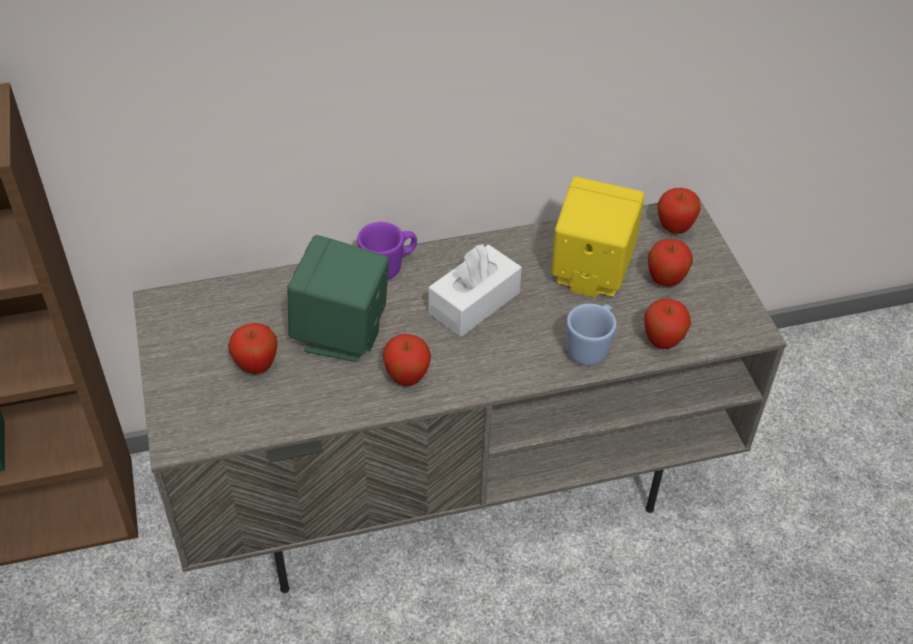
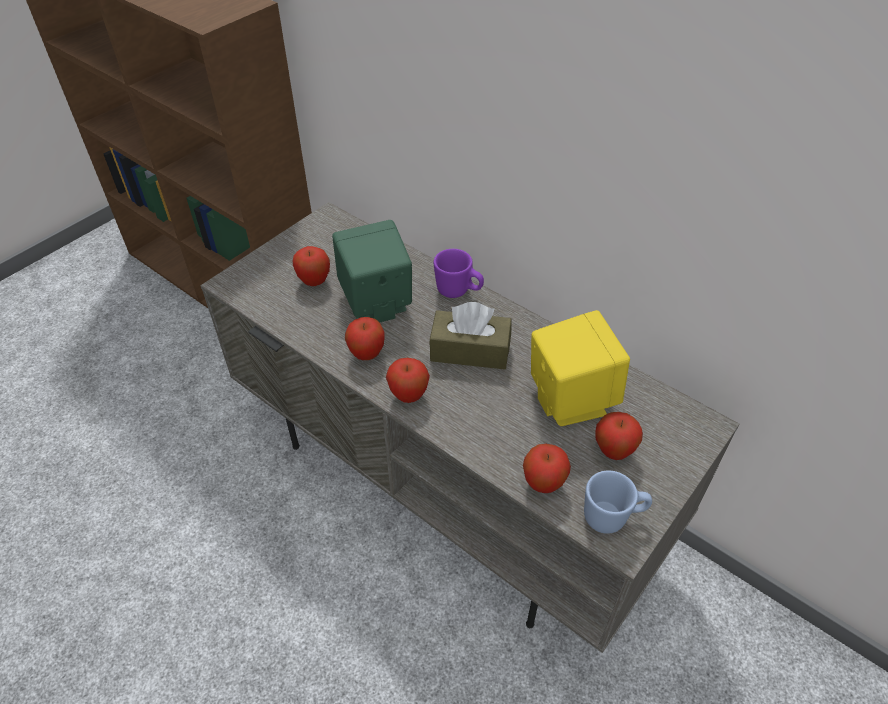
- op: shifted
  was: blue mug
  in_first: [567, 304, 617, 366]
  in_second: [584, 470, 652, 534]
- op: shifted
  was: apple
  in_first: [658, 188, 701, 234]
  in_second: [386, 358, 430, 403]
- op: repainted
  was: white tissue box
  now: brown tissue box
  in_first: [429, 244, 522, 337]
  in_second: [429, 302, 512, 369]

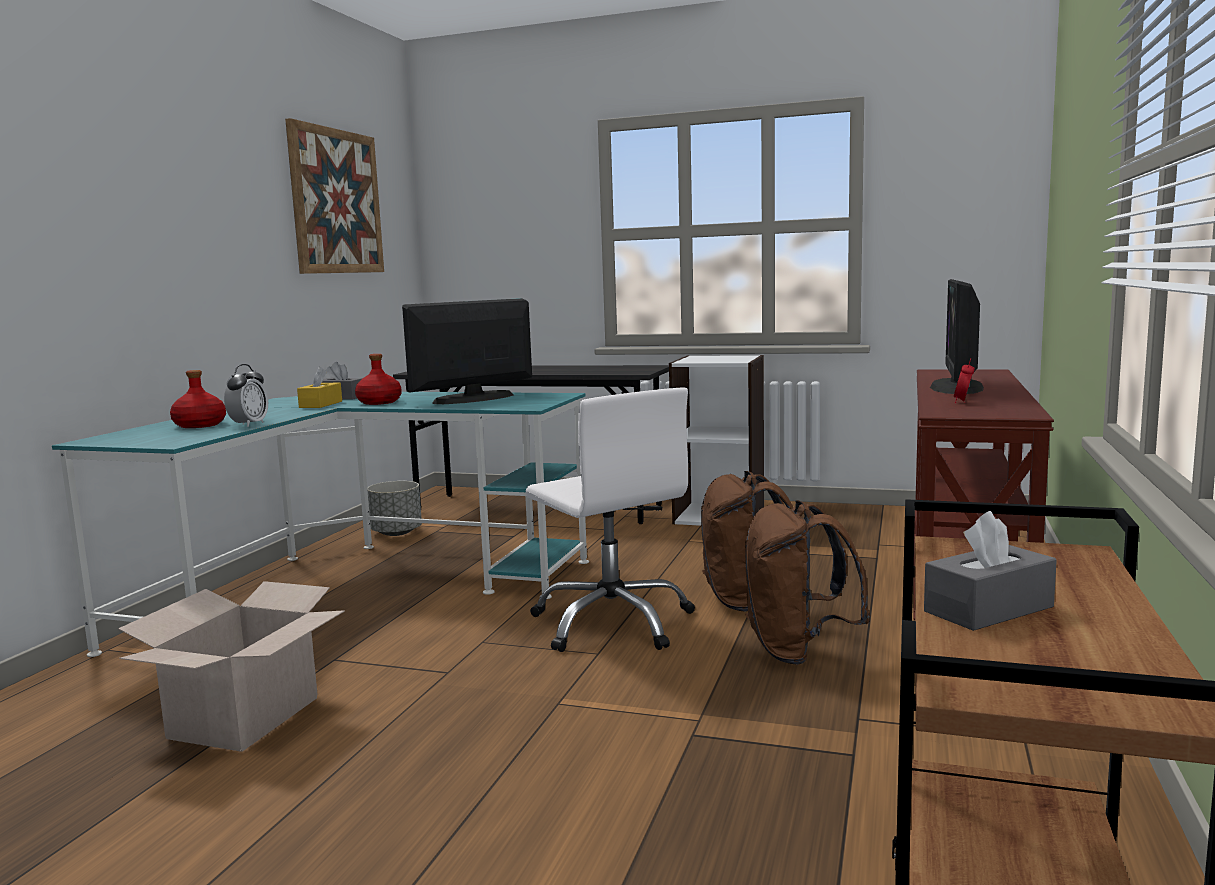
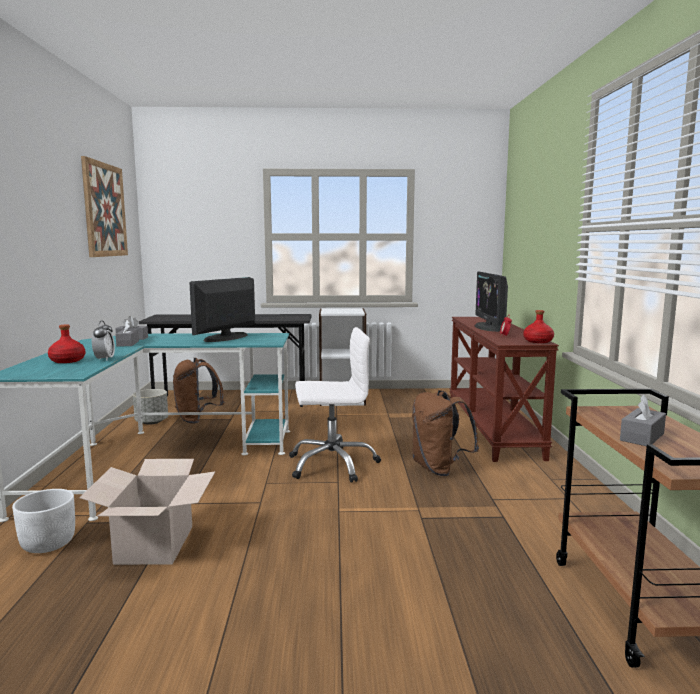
- op: new
  now: white planter
  in_second: [12, 489, 75, 553]
- op: shifted
  was: red bottle
  in_first: [355, 354, 401, 405]
  in_second: [523, 310, 554, 343]
- op: shifted
  was: brown backpack
  in_first: [701, 471, 793, 612]
  in_second: [173, 358, 224, 424]
- op: repainted
  was: yellow tissue box
  now: grey tissue box
  in_first: [297, 367, 342, 408]
  in_second: [115, 320, 139, 347]
- op: rotated
  was: white office chair
  in_first: [526, 388, 695, 652]
  in_second: [289, 327, 381, 483]
  clockwise: -45

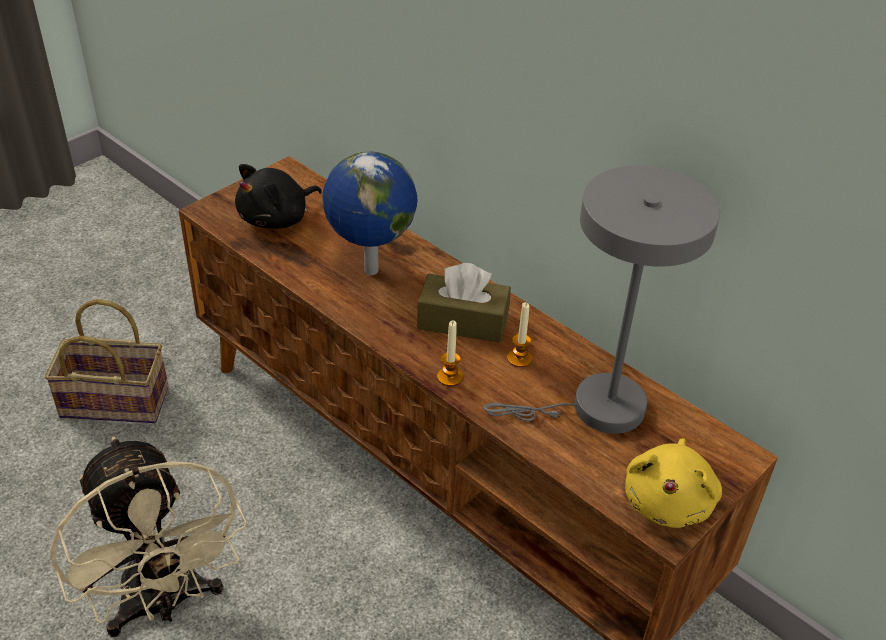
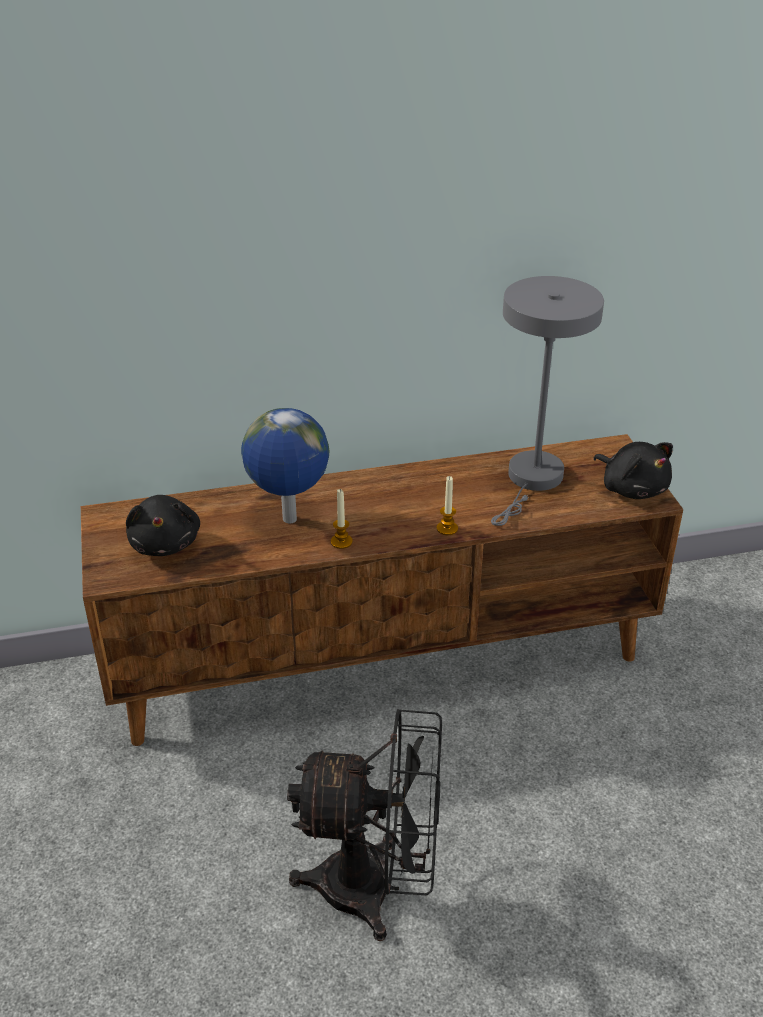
- op: gone
  was: basket
  in_first: [45, 299, 168, 423]
- op: gone
  was: brown tissue box
  in_first: [417, 263, 511, 343]
- op: shifted
  was: candle
  in_first: [507, 303, 532, 367]
  in_second: [331, 489, 353, 549]
- op: repainted
  was: beige fan
  now: black fan
  in_first: [50, 436, 247, 637]
  in_second: [287, 709, 442, 941]
- op: repainted
  was: yellow plush toy
  now: black plush toy
  in_first: [625, 438, 722, 528]
  in_second: [593, 442, 673, 499]

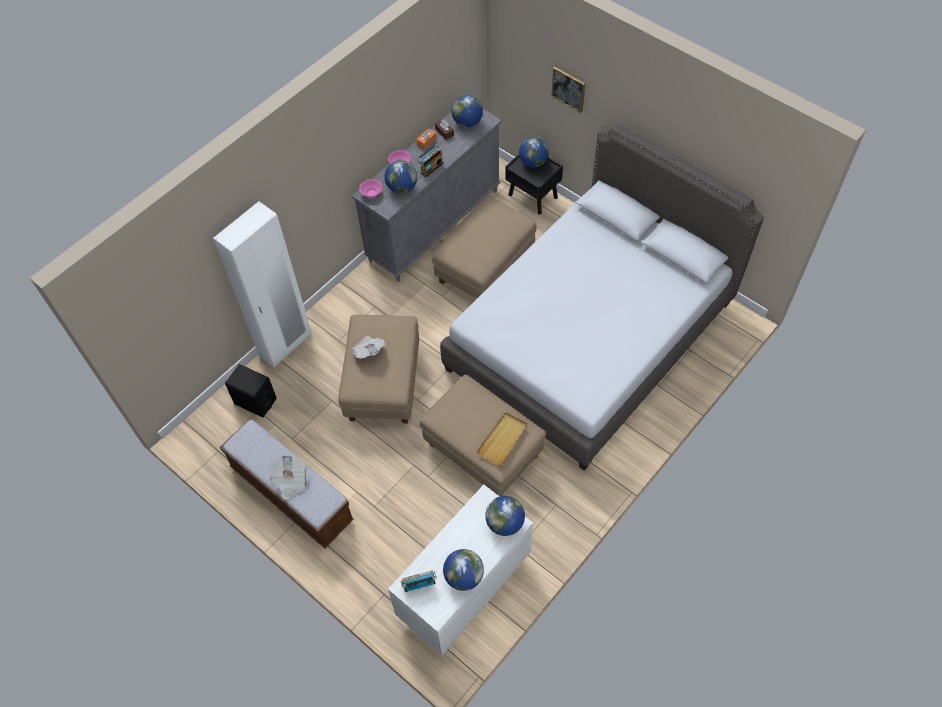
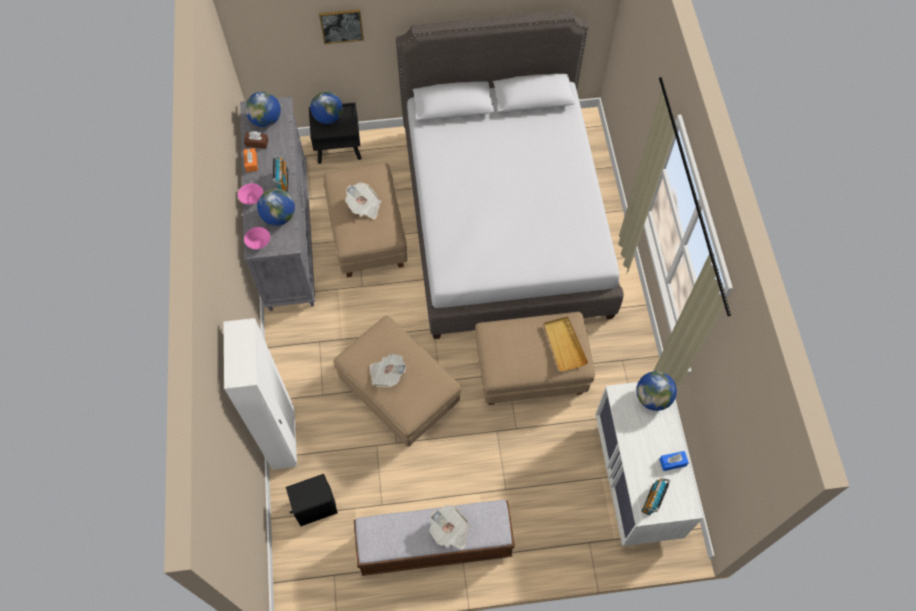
- op: new
  now: newspaper
  in_second: [345, 183, 381, 219]
- op: swapped
  was: globe
  now: blue tissue box
  in_first: [443, 549, 484, 591]
  in_second: [659, 451, 689, 471]

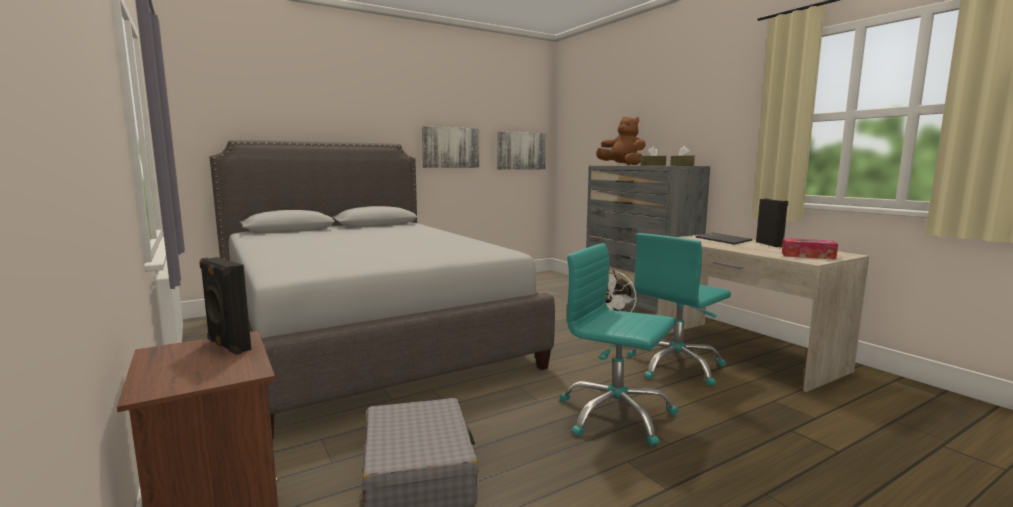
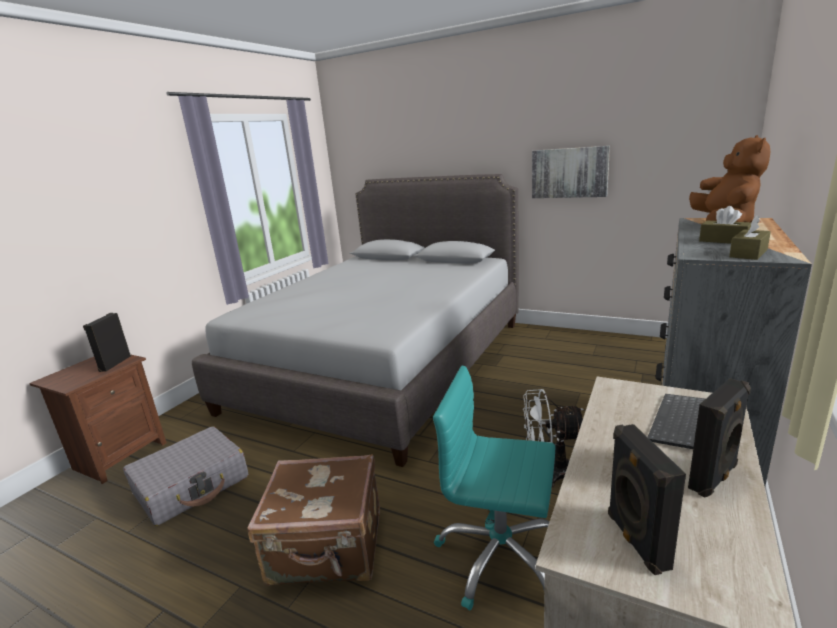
- op: gone
  was: picture
  in_first: [497, 132, 546, 170]
- op: swapped
  was: turquoise office chair
  now: brown suitcase
  in_first: [560, 243, 678, 446]
  in_second: [247, 454, 380, 586]
- op: swapped
  was: tissue box
  now: black speaker
  in_first: [782, 238, 838, 260]
  in_second: [608, 424, 686, 575]

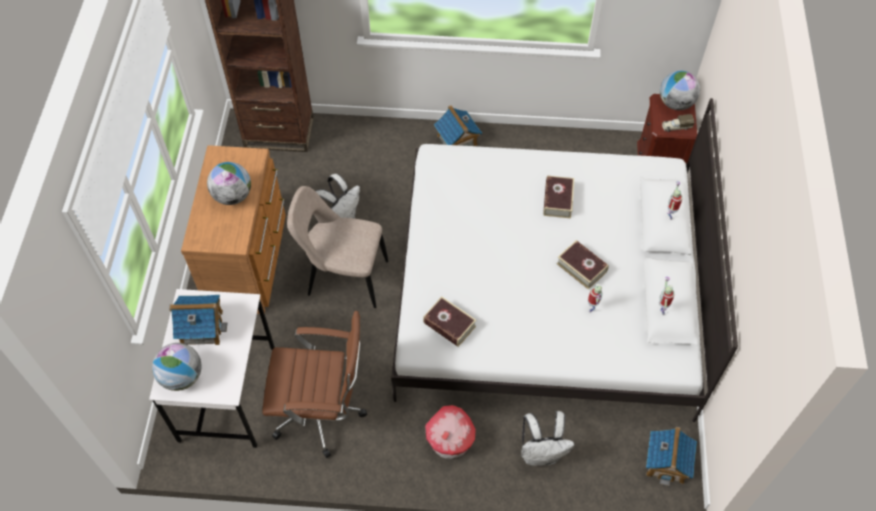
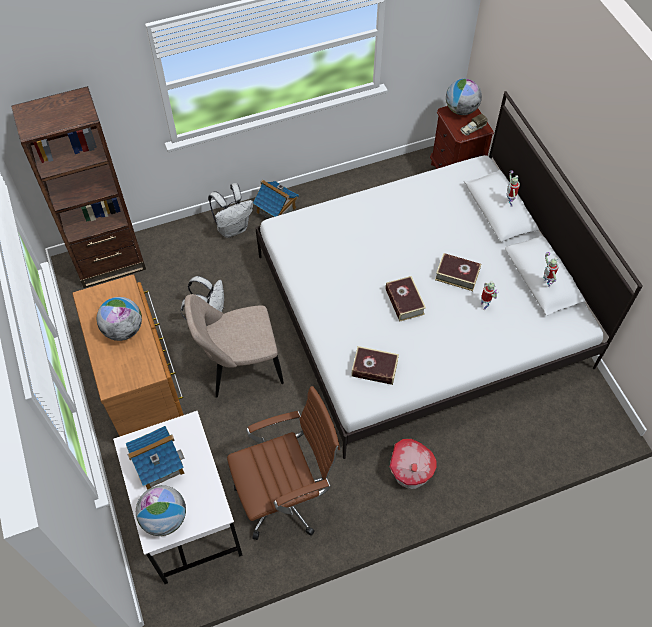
- op: gone
  was: toy house
  in_first: [646, 427, 697, 486]
- op: shifted
  was: white backpack
  in_first: [521, 411, 575, 466]
  in_second: [208, 183, 253, 238]
- op: shifted
  was: book
  in_first: [543, 175, 574, 219]
  in_second: [385, 276, 426, 322]

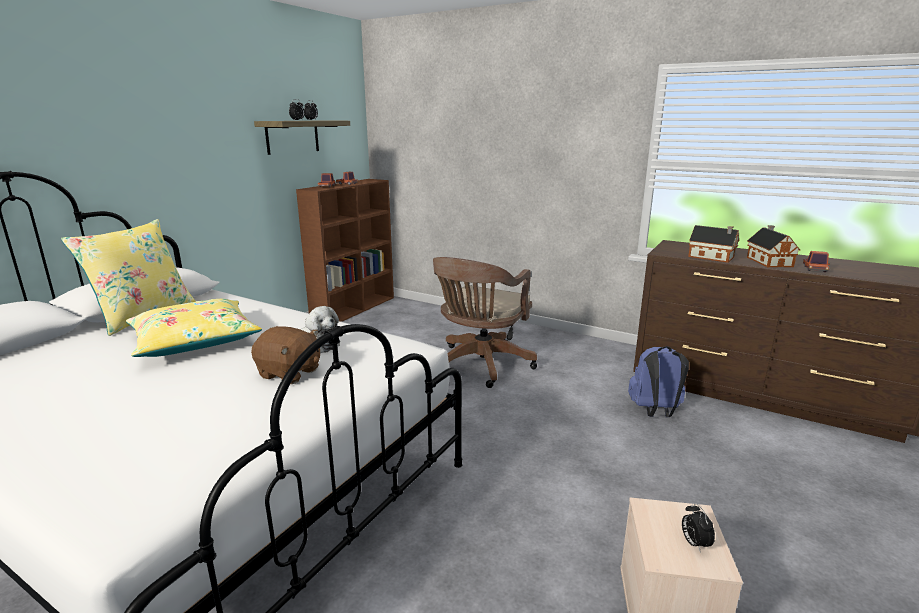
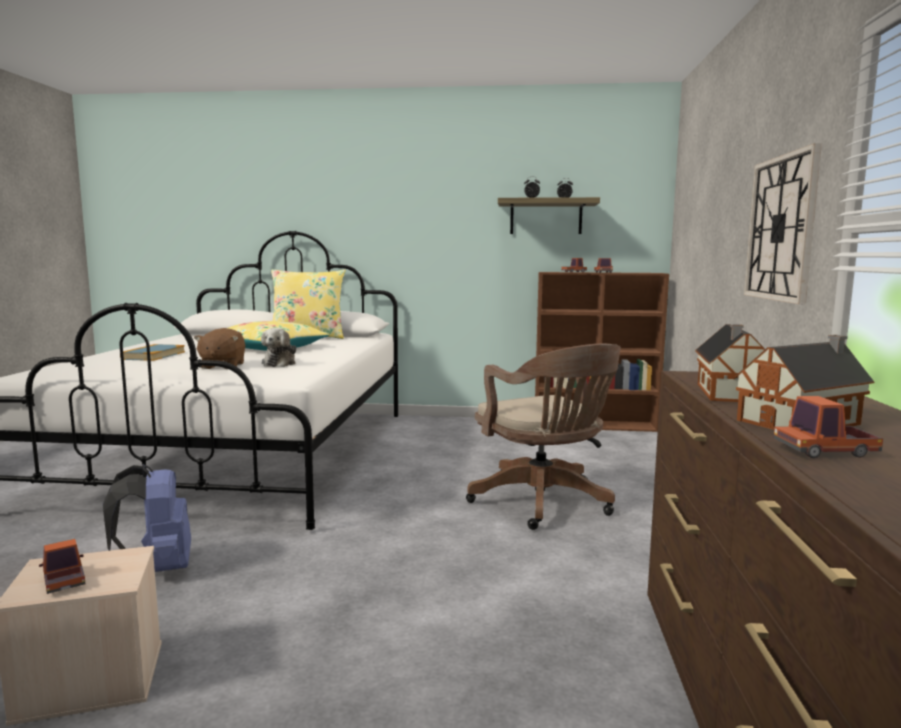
- op: new
  now: book
  in_second: [120, 344, 185, 361]
- op: new
  now: wall clock
  in_second: [744, 143, 822, 304]
- op: shifted
  was: blue backpack
  in_first: [628, 346, 689, 418]
  in_second: [103, 464, 191, 572]
- op: swapped
  was: alarm clock
  now: toy truck
  in_first: [682, 503, 715, 551]
  in_second: [39, 539, 85, 594]
- op: rotated
  was: brown office chair
  in_first: [433, 257, 537, 388]
  in_second: [466, 344, 621, 530]
  clockwise: -120

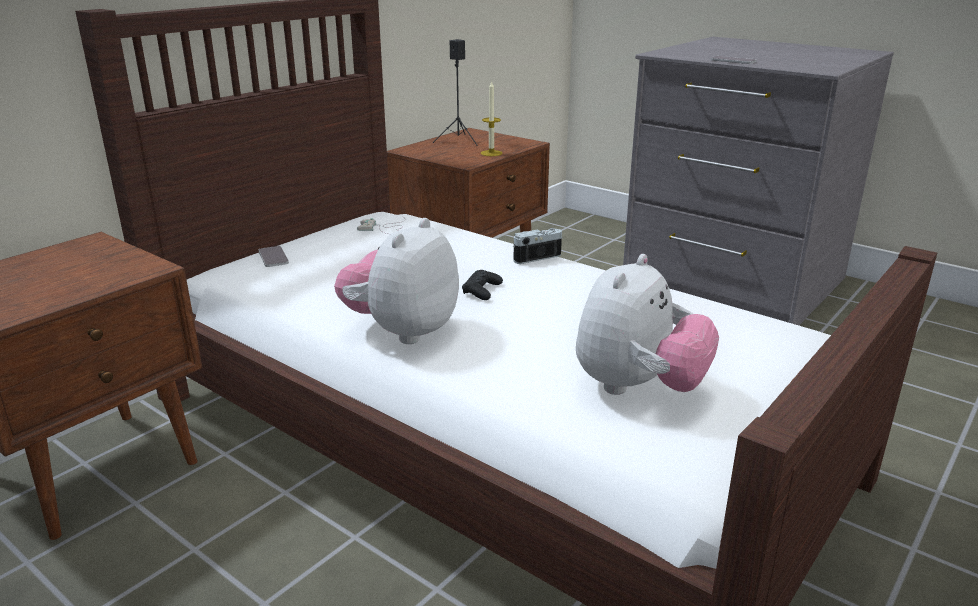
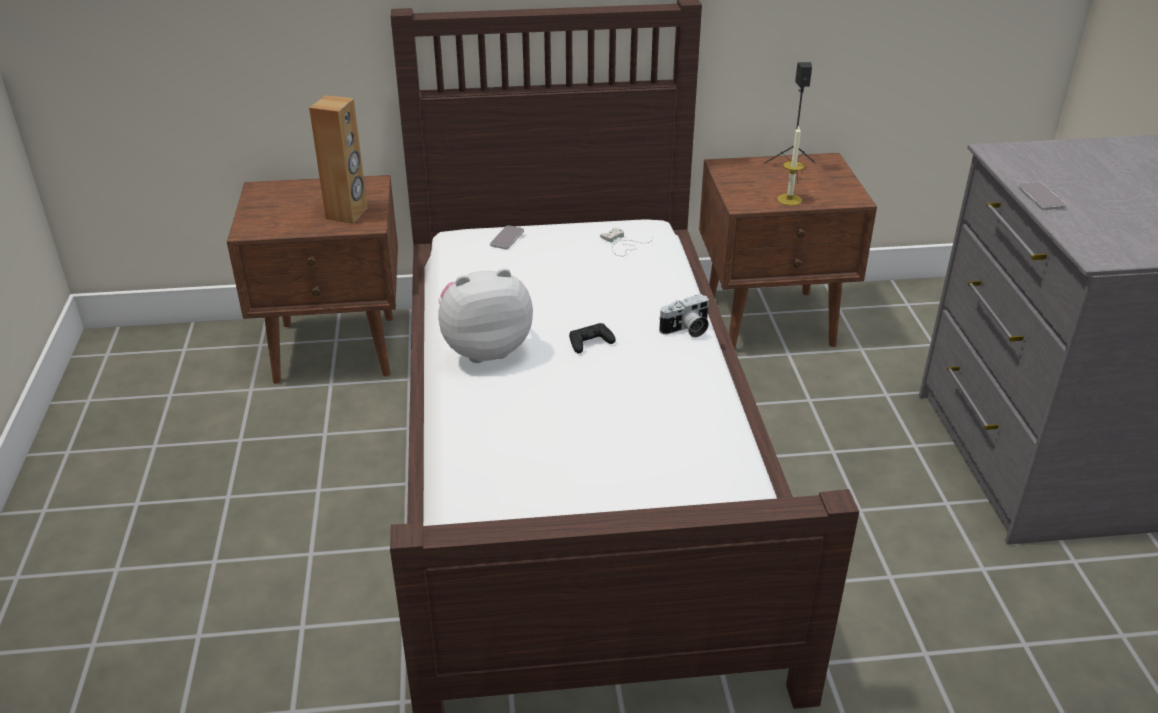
- op: gone
  was: plush toy
  in_first: [576, 254, 719, 395]
- op: new
  now: brown speaker
  in_second: [309, 95, 368, 223]
- op: rotated
  was: photo camera
  in_first: [513, 228, 563, 264]
  in_second: [659, 294, 709, 337]
  clockwise: 135

